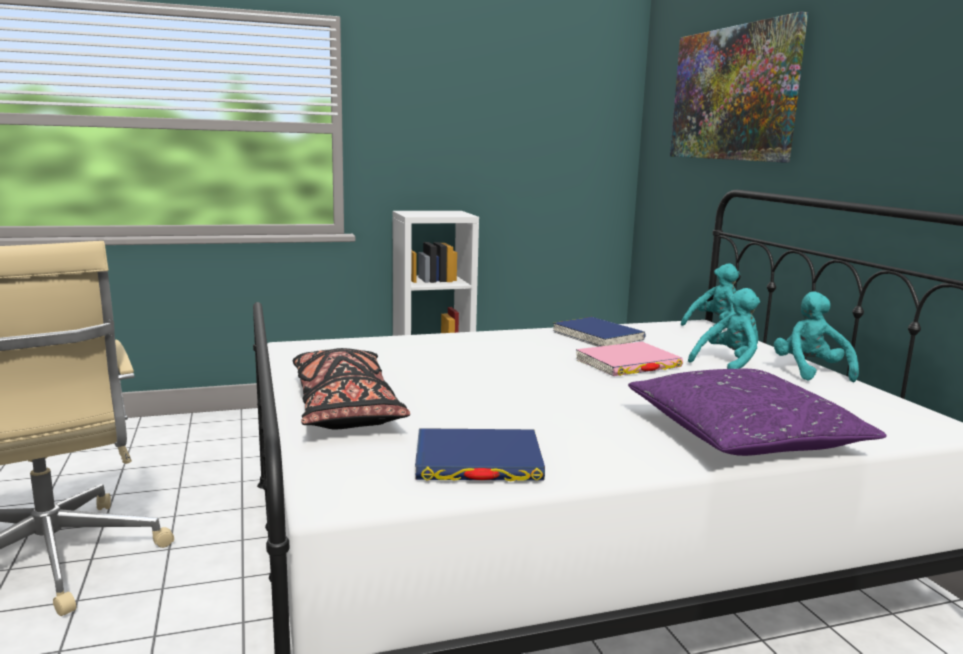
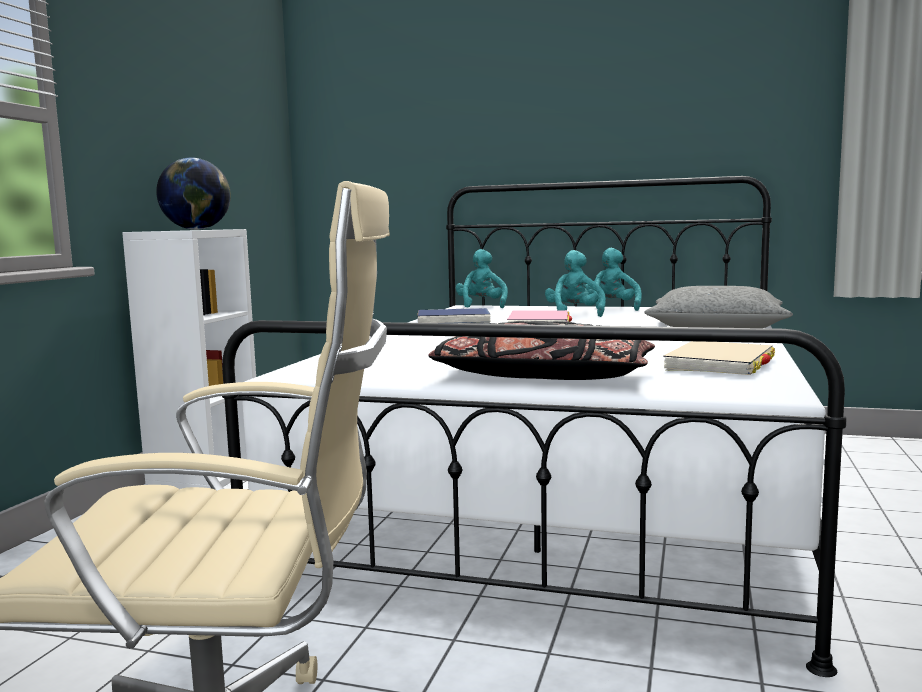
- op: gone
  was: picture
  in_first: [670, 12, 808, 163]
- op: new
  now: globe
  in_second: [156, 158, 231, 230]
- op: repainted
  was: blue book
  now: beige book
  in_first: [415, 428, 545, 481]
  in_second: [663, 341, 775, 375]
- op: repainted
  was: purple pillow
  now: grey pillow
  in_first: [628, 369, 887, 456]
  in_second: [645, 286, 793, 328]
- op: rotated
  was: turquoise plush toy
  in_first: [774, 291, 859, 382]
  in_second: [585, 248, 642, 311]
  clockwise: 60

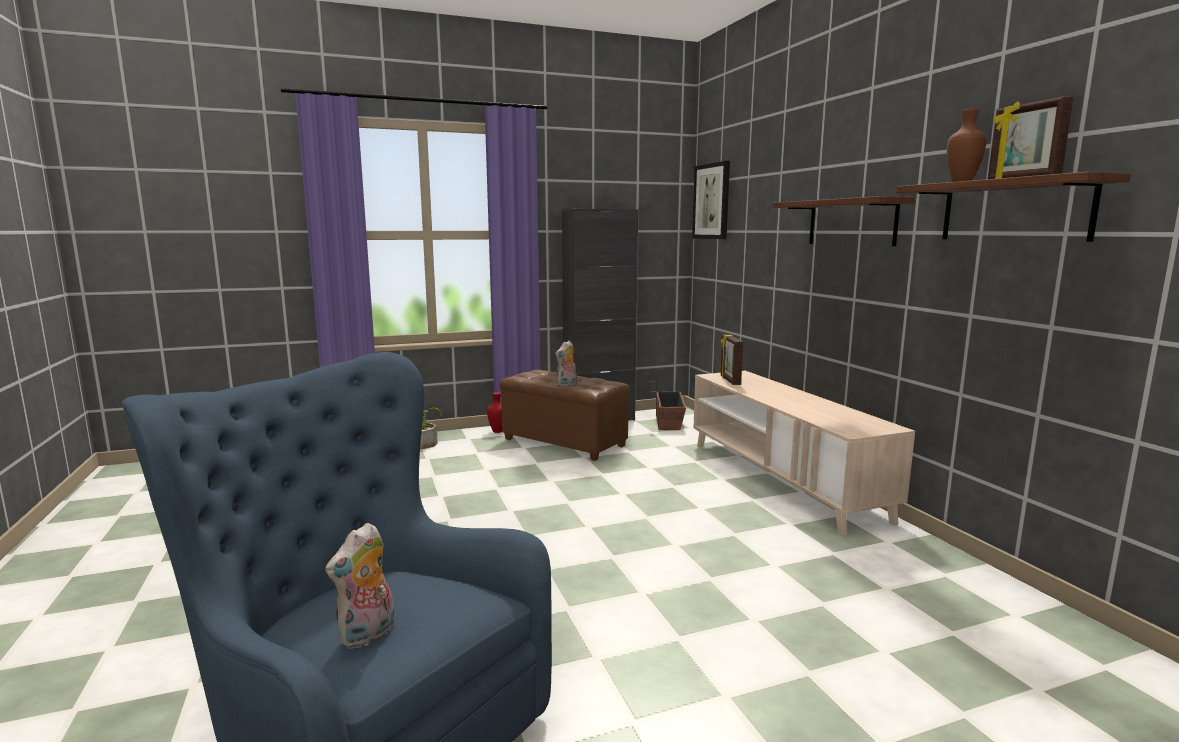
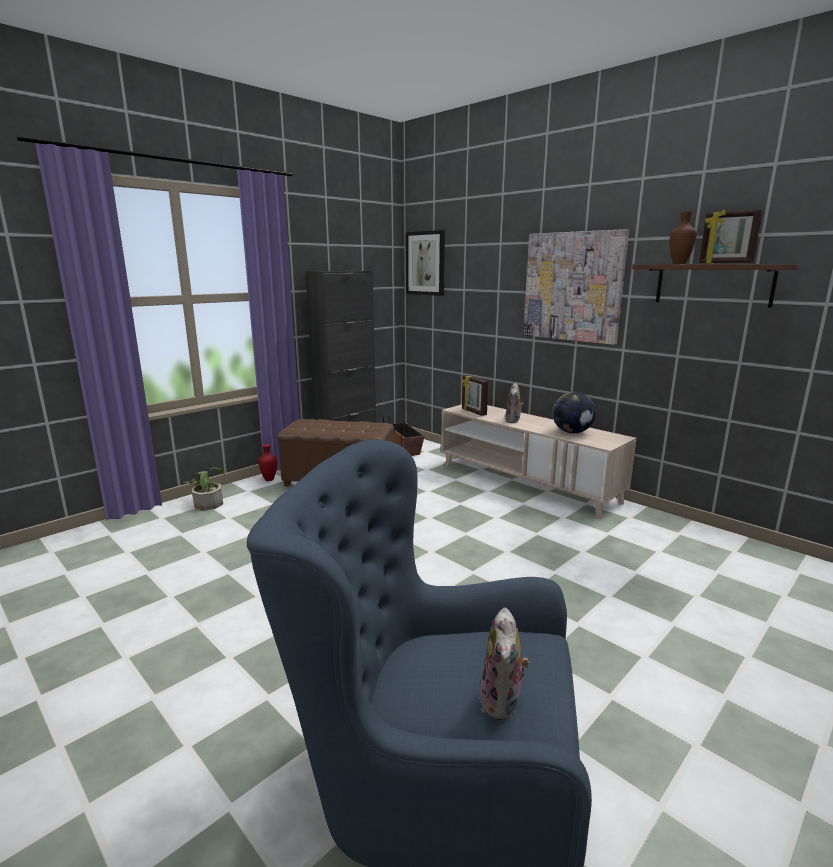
- op: new
  now: globe
  in_second: [552, 392, 596, 433]
- op: shifted
  was: plush toy
  in_first: [556, 341, 577, 387]
  in_second: [505, 383, 524, 423]
- op: swapped
  was: shelf
  now: picture
  in_first: [772, 196, 915, 246]
  in_second: [523, 229, 629, 345]

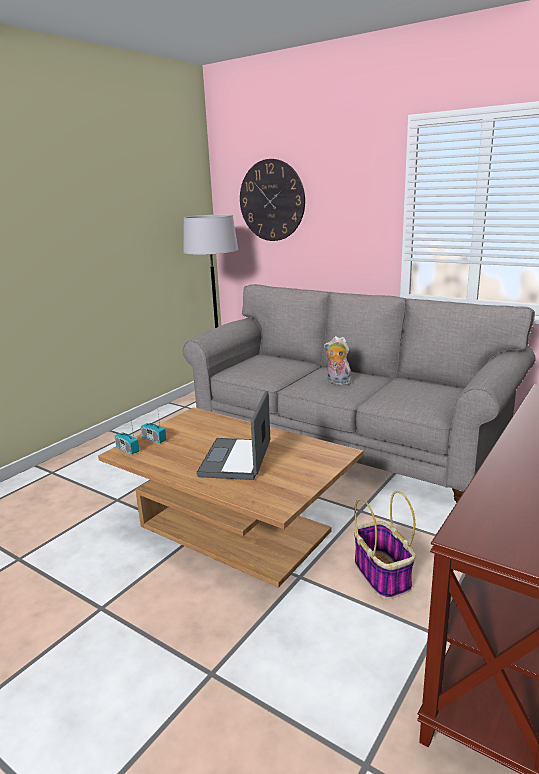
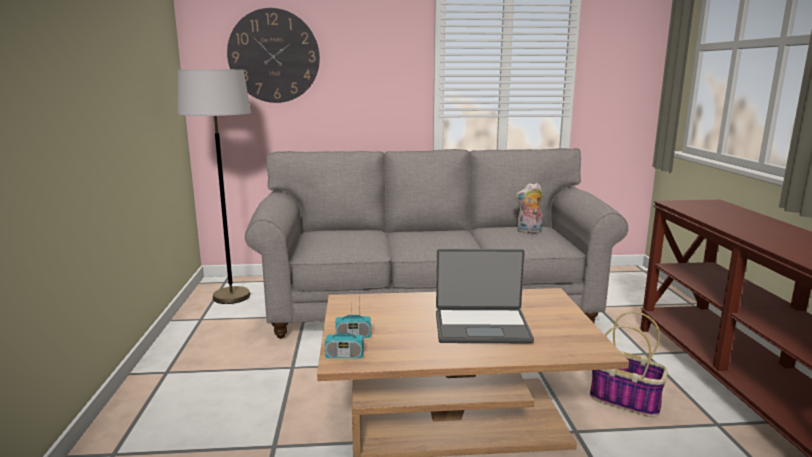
- op: shifted
  was: plush toy
  in_first: [324, 336, 351, 386]
  in_second: [515, 183, 543, 233]
- op: rotated
  was: laptop
  in_first: [196, 391, 270, 480]
  in_second: [436, 249, 534, 343]
  clockwise: -60

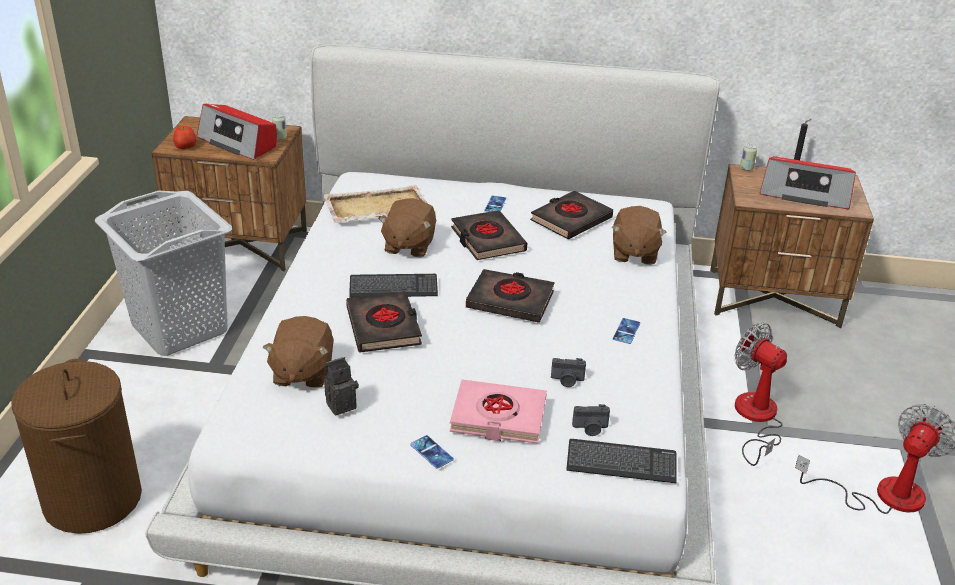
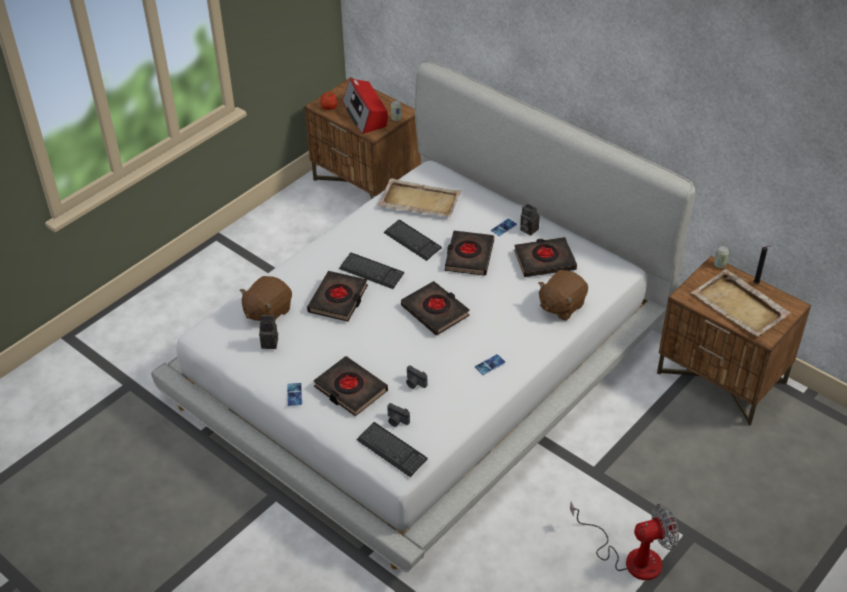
- op: gone
  was: brown laundry basket
  in_first: [11, 359, 142, 534]
- op: gone
  was: grey laundry basket
  in_first: [95, 191, 232, 356]
- op: gone
  was: fan
  in_first: [735, 323, 787, 466]
- op: new
  now: photo camera
  in_second: [520, 204, 540, 236]
- op: swapped
  was: brown plush toy
  now: keyboard
  in_first: [378, 198, 436, 258]
  in_second: [384, 220, 442, 261]
- op: swapped
  was: radio
  now: beige tray
  in_first: [759, 156, 856, 209]
  in_second: [691, 269, 791, 337]
- op: repainted
  was: pink book
  now: black book
  in_first: [450, 379, 547, 444]
  in_second: [313, 356, 388, 416]

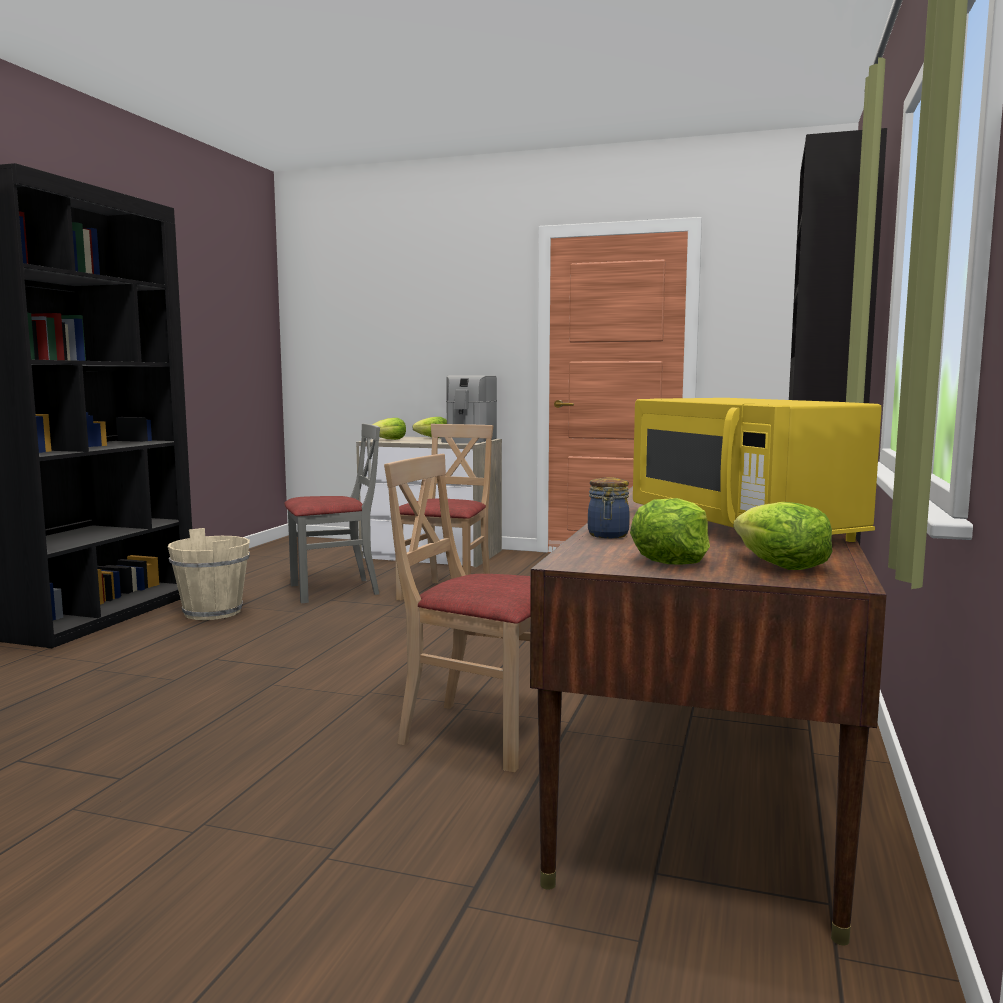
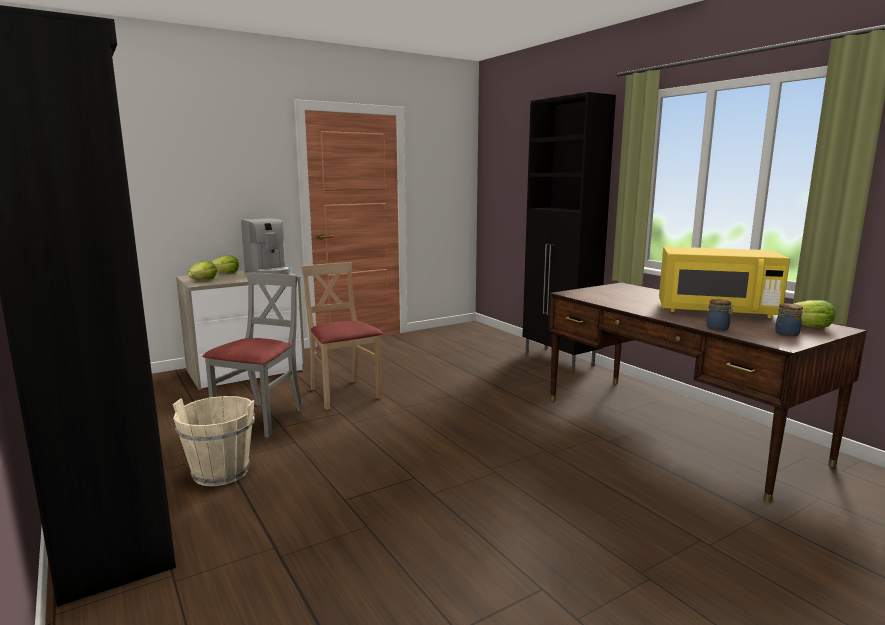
- op: gone
  was: beige chair
  in_first: [384, 454, 531, 772]
- op: swapped
  was: lettuce
  now: jar
  in_first: [630, 498, 710, 565]
  in_second: [775, 303, 803, 336]

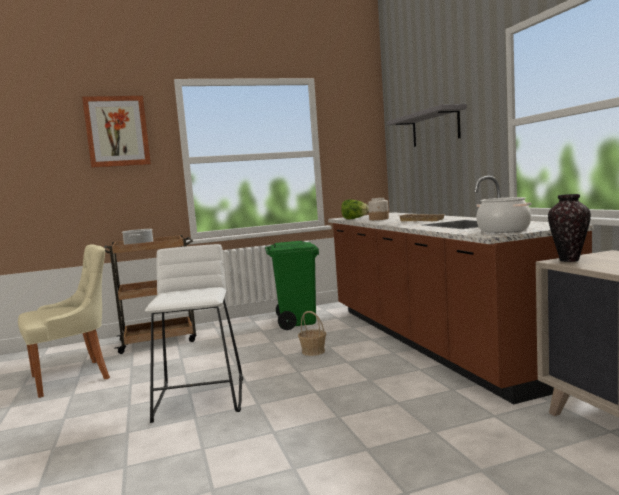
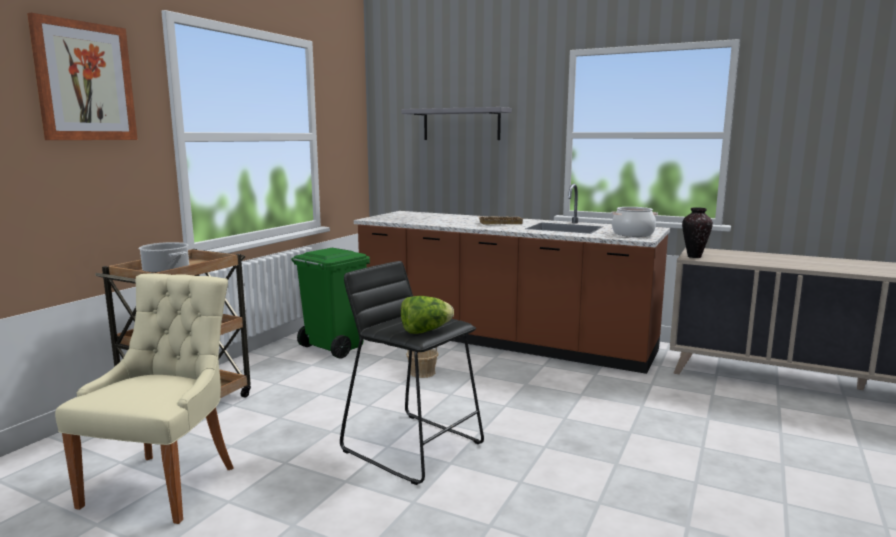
- op: gone
  was: jar
  in_first: [368, 198, 389, 220]
- op: shifted
  was: lettuce
  in_first: [341, 199, 369, 219]
  in_second: [401, 296, 454, 334]
- op: repainted
  was: white stool
  now: black stool
  in_first: [145, 244, 243, 423]
  in_second: [340, 261, 484, 485]

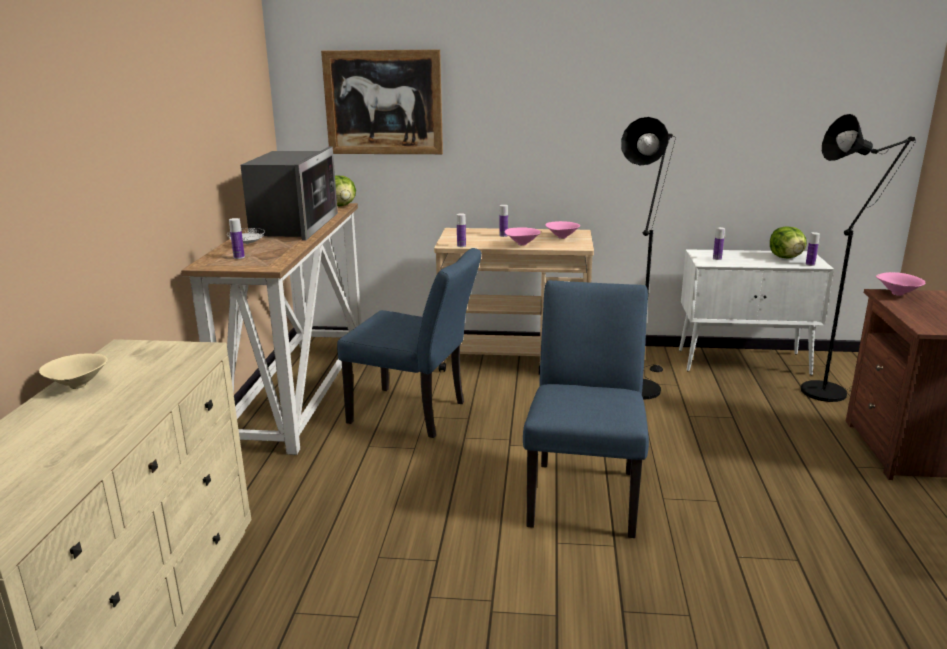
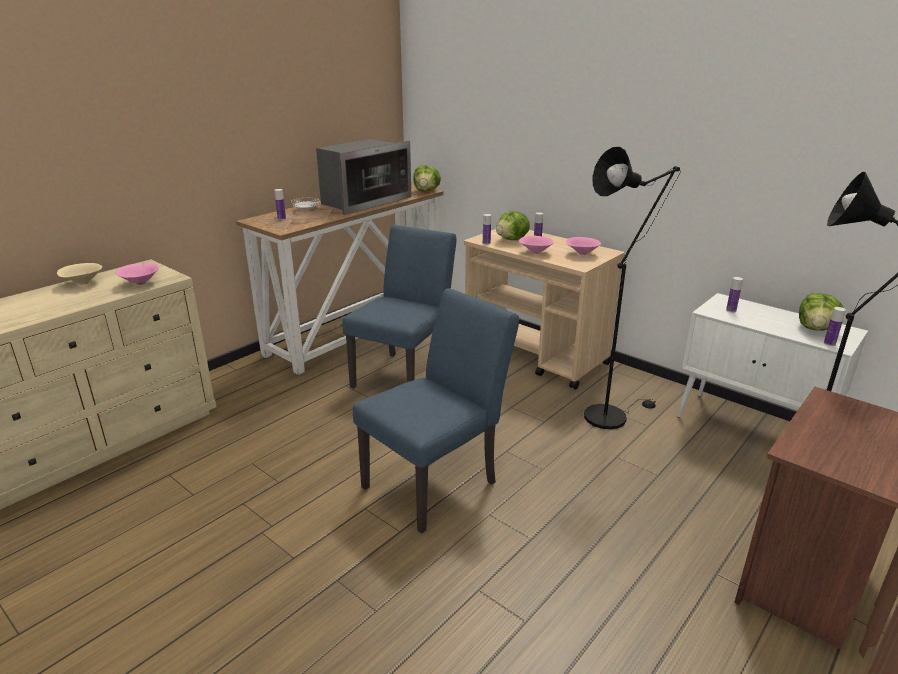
- op: gone
  was: picture
  in_first: [321, 49, 443, 154]
- op: new
  now: lettuce
  in_second: [496, 211, 530, 240]
- op: shifted
  was: pink bowl
  in_first: [876, 272, 925, 296]
  in_second: [116, 263, 159, 285]
- op: rotated
  was: blue chair
  in_first: [337, 248, 482, 438]
  in_second: [343, 225, 456, 388]
  clockwise: -120

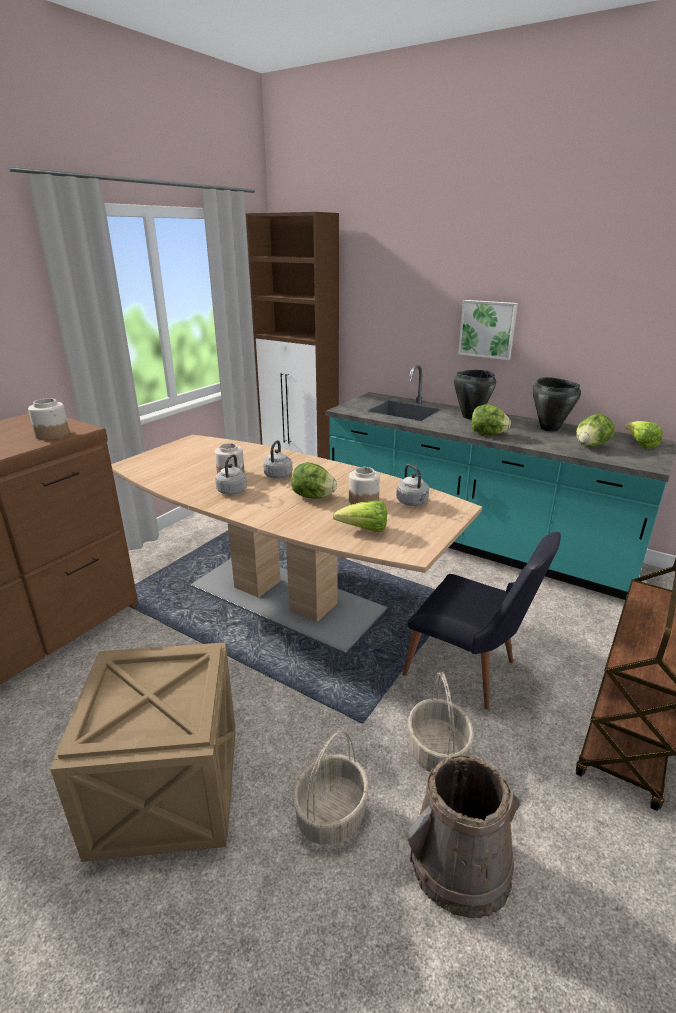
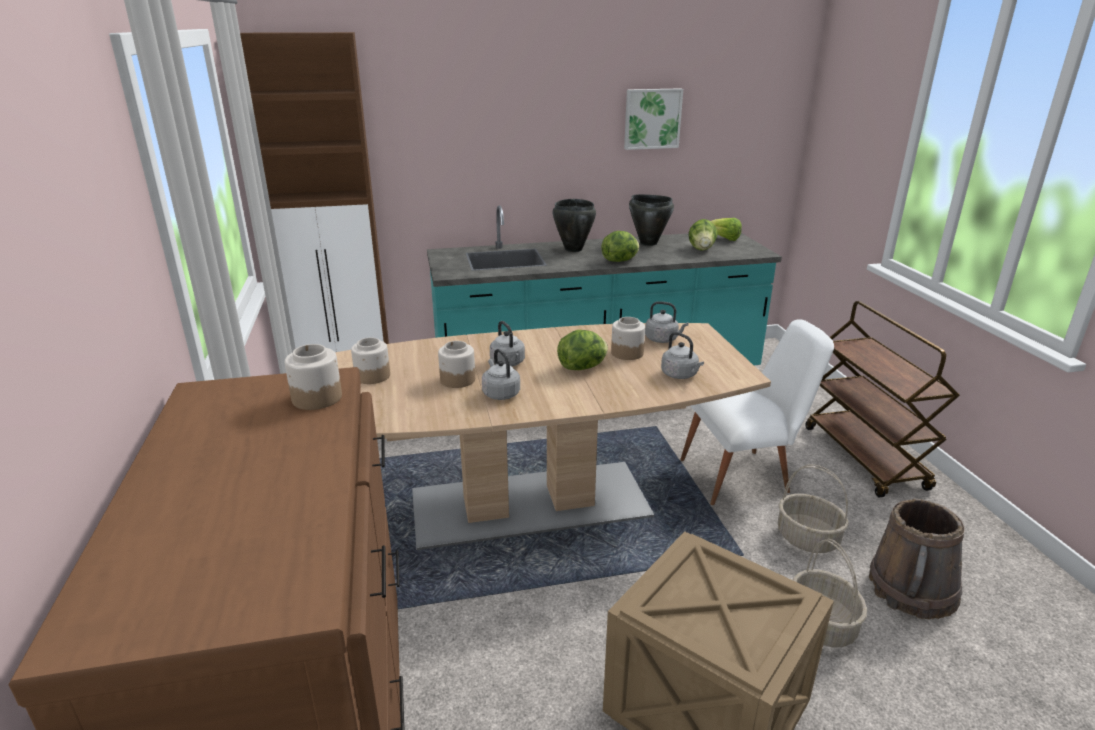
- op: new
  now: jar
  in_second: [351, 337, 390, 384]
- op: shifted
  was: picture
  in_first: [458, 300, 518, 360]
  in_second: [624, 88, 683, 150]
- op: swapped
  was: lettuce
  now: grey kettle
  in_first: [333, 501, 387, 532]
  in_second: [661, 332, 704, 379]
- op: repainted
  was: black chair
  now: white chair
  in_first: [402, 532, 561, 710]
  in_second: [680, 319, 834, 505]

